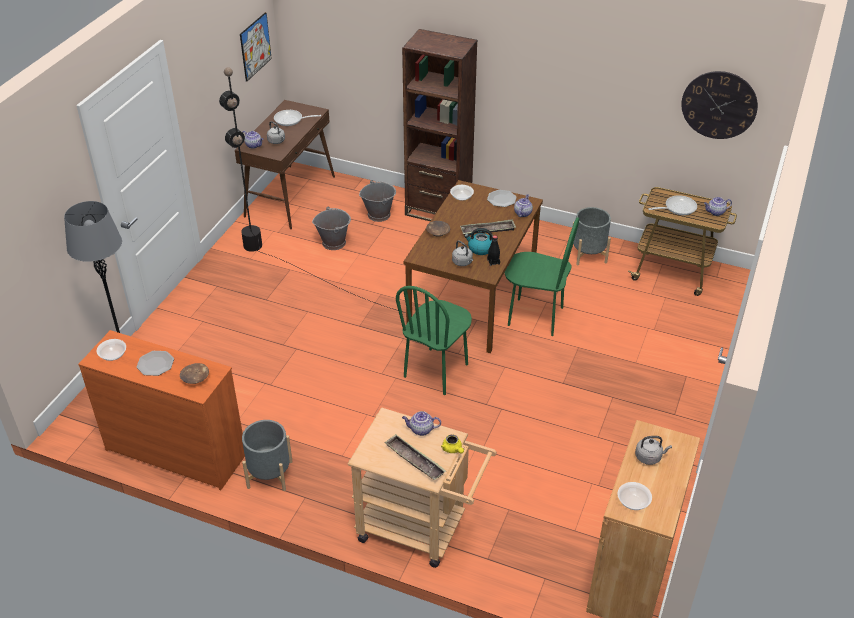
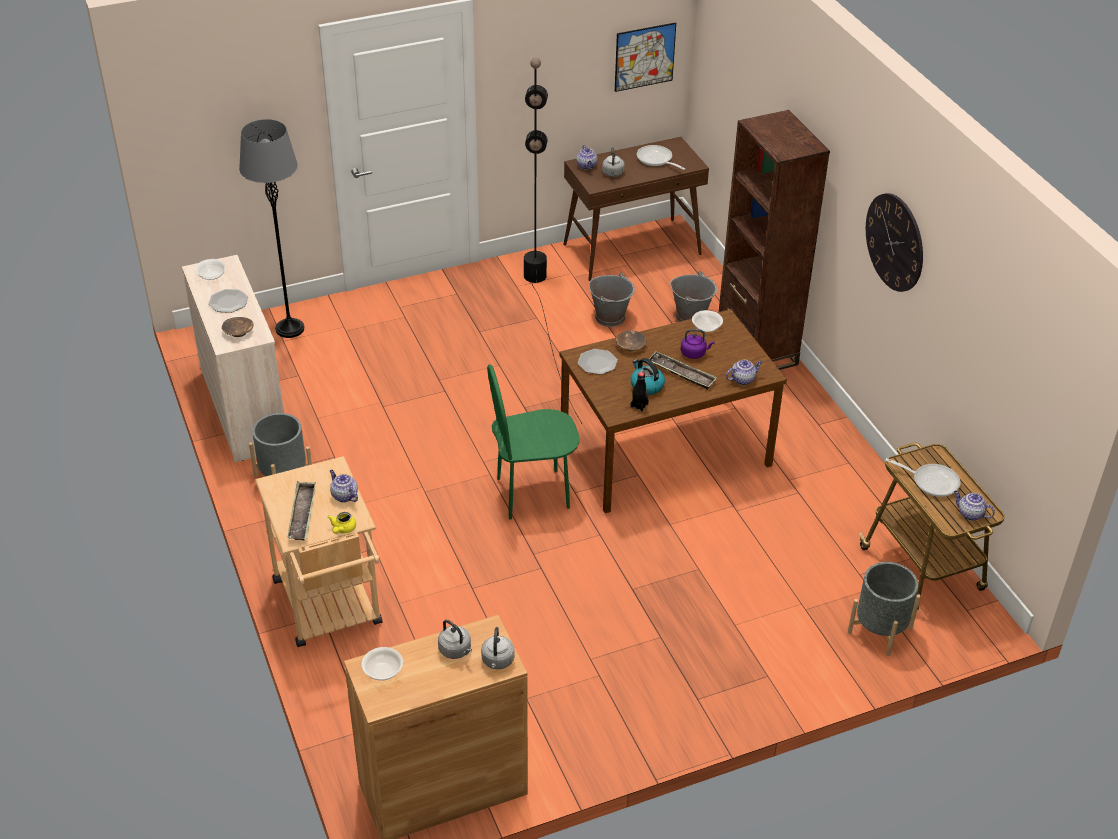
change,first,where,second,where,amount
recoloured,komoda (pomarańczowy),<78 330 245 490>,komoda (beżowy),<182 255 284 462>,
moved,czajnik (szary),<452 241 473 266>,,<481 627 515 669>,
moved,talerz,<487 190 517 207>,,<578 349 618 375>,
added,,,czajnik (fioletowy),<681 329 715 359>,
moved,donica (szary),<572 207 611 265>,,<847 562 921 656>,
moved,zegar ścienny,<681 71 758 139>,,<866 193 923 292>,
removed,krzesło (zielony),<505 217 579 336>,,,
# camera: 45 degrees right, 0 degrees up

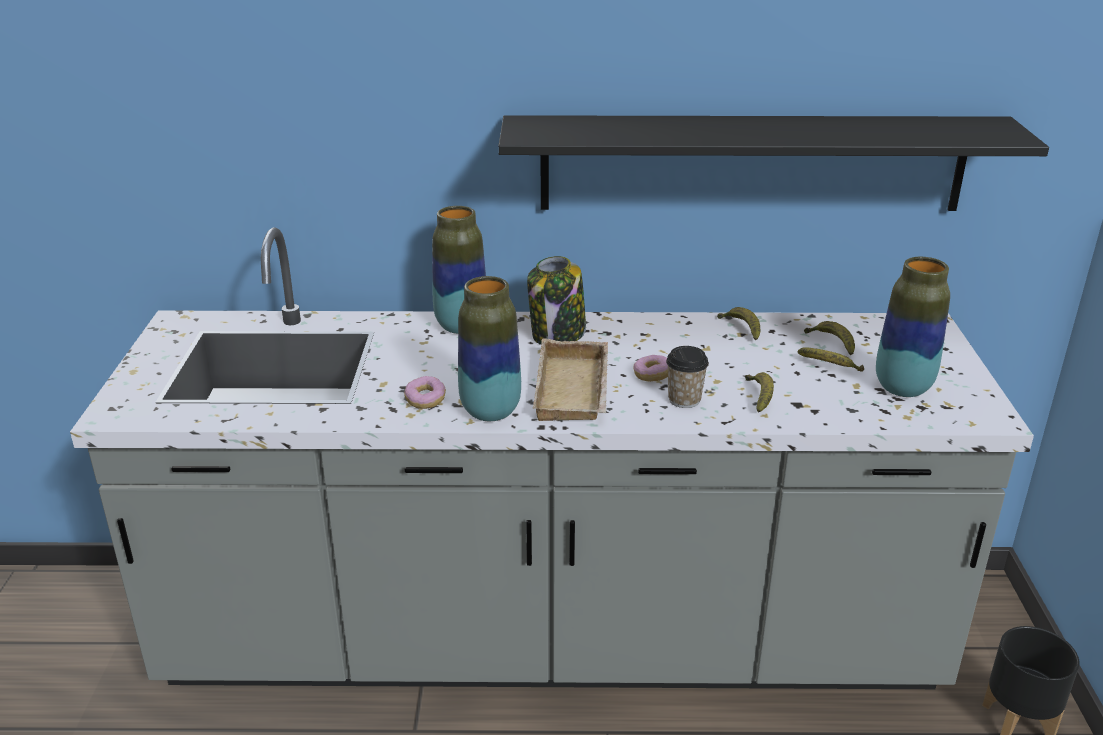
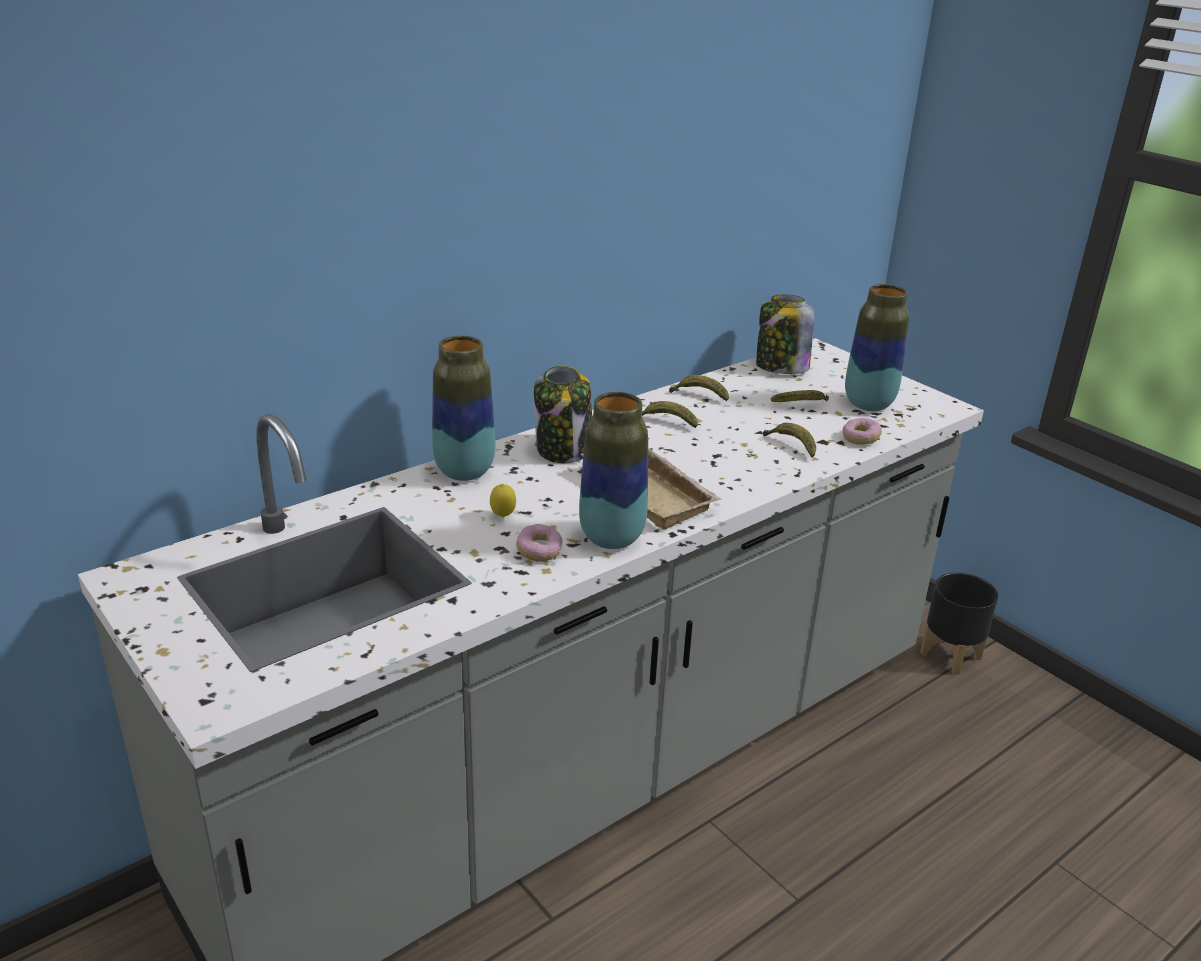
change,first,where,second,where,amount
added,,,cytryna,<490 484 516 517>,
moved,banan,<804 321 855 356>,,<642 401 698 428>,
added,,,słoik,<756 295 814 374>,
moved,donut,<633 355 668 382>,,<843 418 882 445>,
removed,półka (czarny),<498 115 1049 211>,,,
removed,filiżanka,<666 346 709 408>,,,
# camera: 40 degrees left, 0 degrees up

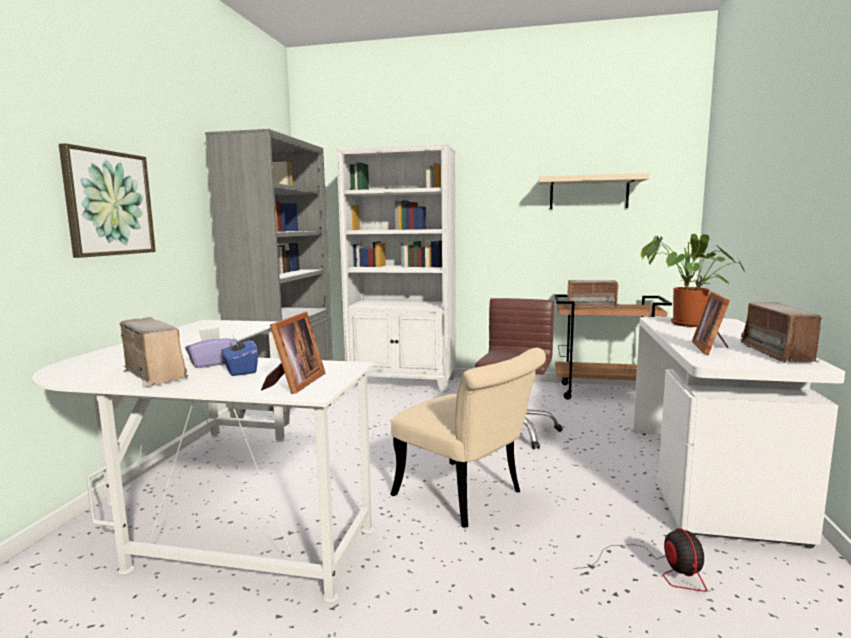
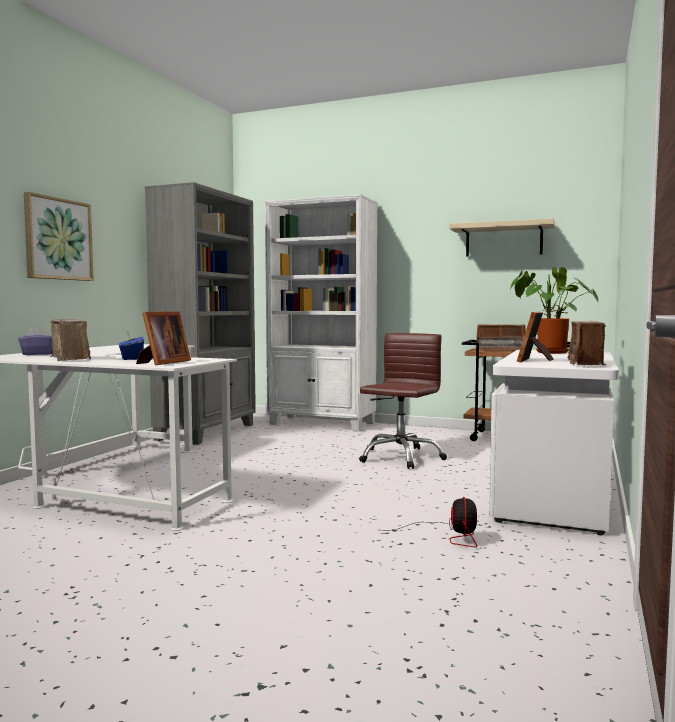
change,first,where,second,where,amount
moved,pudełko chusteczek (fioletowy),<185 328 237 368>,,<18 328 53 355>,
removed,krzesło (beżowy),<390 348 546 528>,,,
# camera: 10 degrees right, 5 degrees down

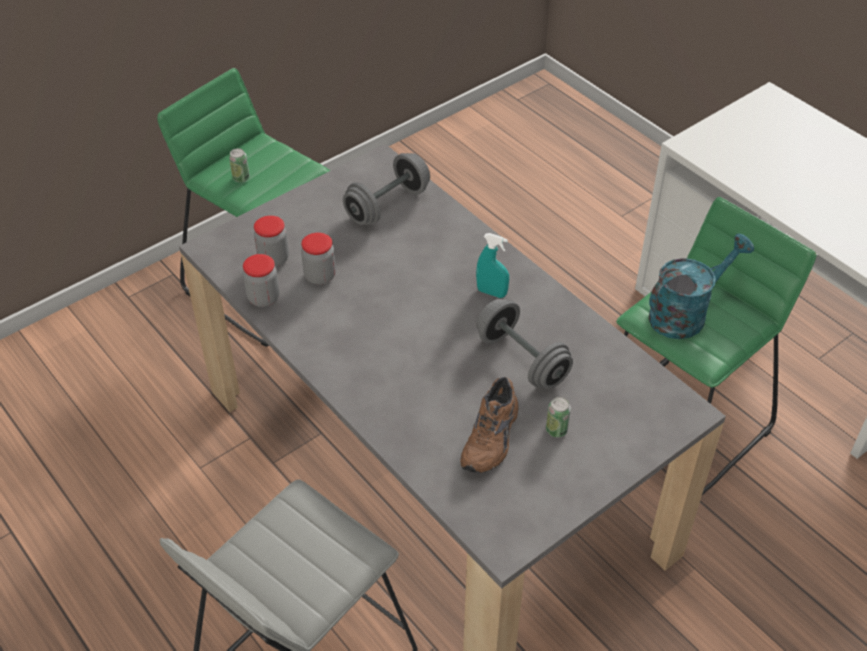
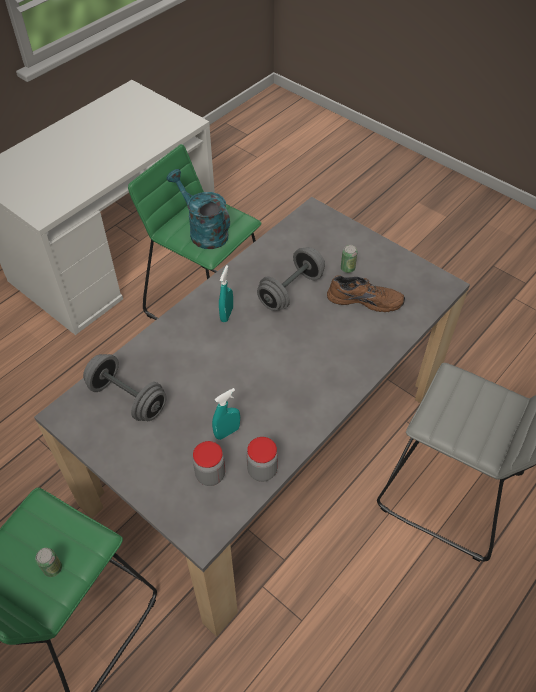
change,first,where,second,where,amount
replaced,słoik,<301 232 336 285>,spryskiwacz (turkusowy),<212 388 240 440>,
# camera: 100 degrees left, 5 degrees up

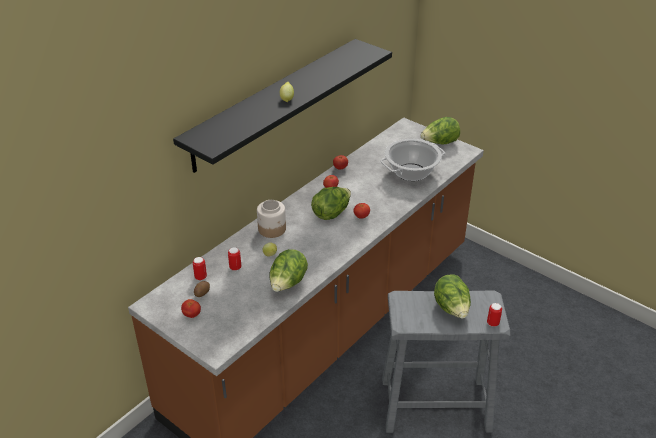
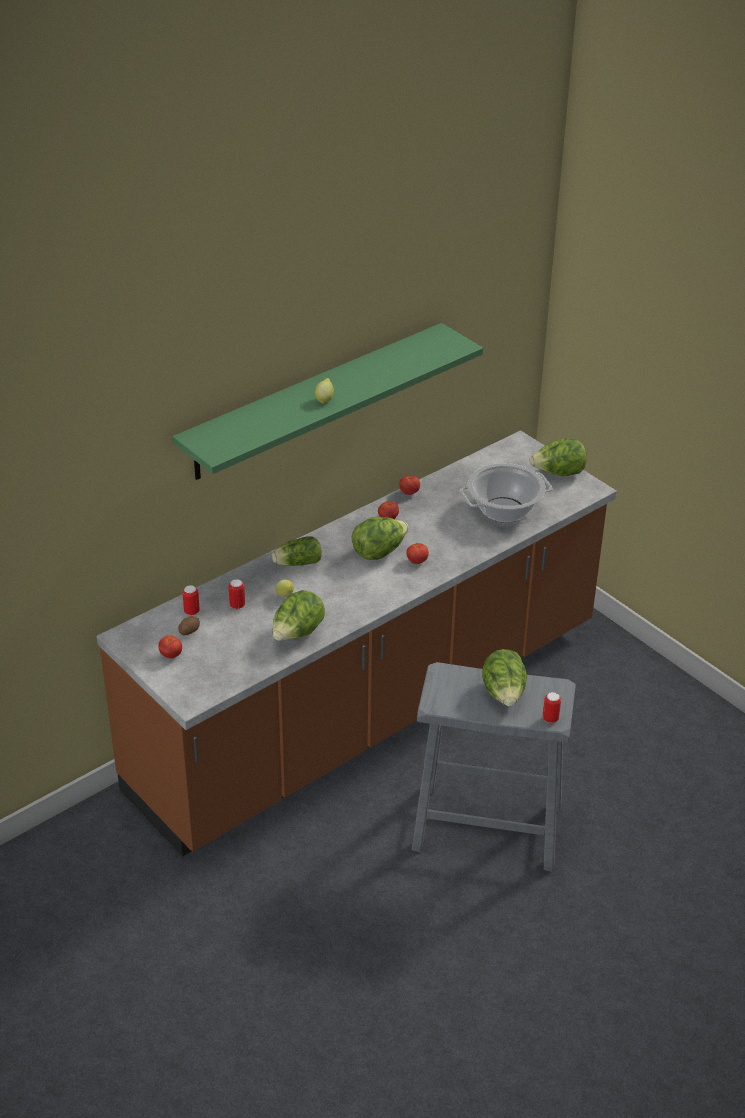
change,first,where,second,where,amount
recoloured,półka (czarny),<173 39 392 173>,półka (zielony),<172 323 483 480>,
replaced,słoik,<257 200 286 238>,sałata,<272 536 322 566>,
# camera: 10 degrees right, 0 degrees up

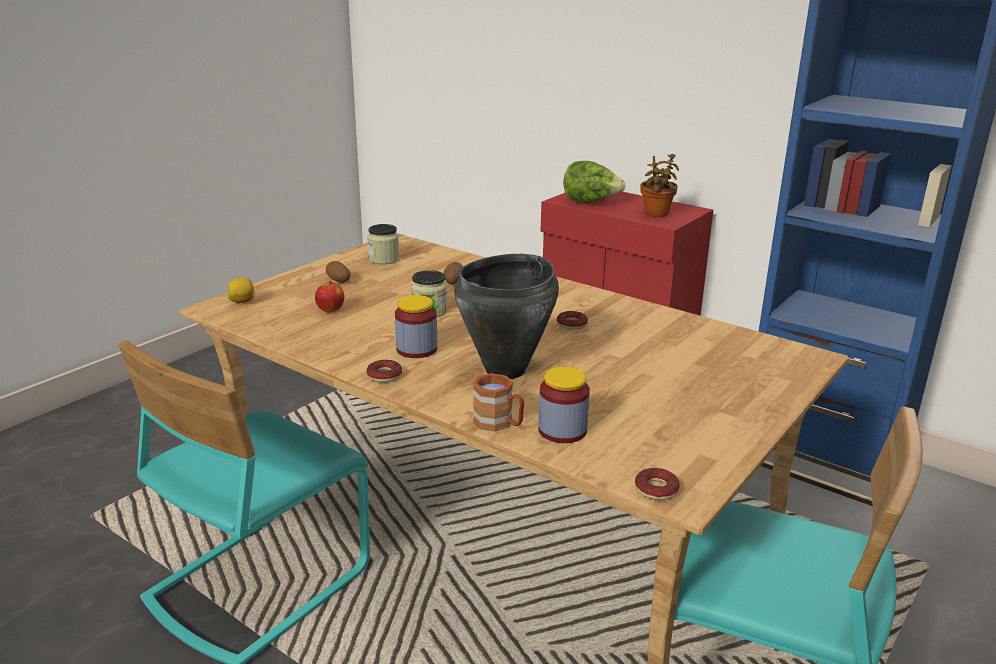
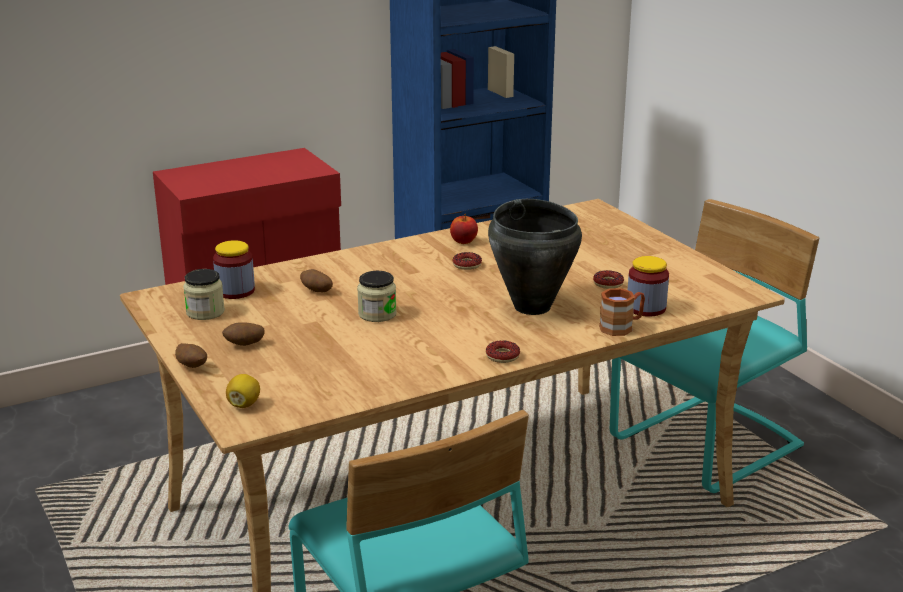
change,first,where,second,where,amount
added,,,ziemniak,<175 343 207 368>,
moved,słoik,<395 295 437 358>,,<213 240 255 299>,
moved,jabłko,<315 281 344 313>,,<450 214 478 244>,
moved,donut,<635 468 680 500>,,<593 270 624 289>,
removed,sałata,<564 161 626 203>,,,
removed,roślina doniczkowa,<640 154 679 217>,,,
# camera: 65 degrees left, 0 degrees up

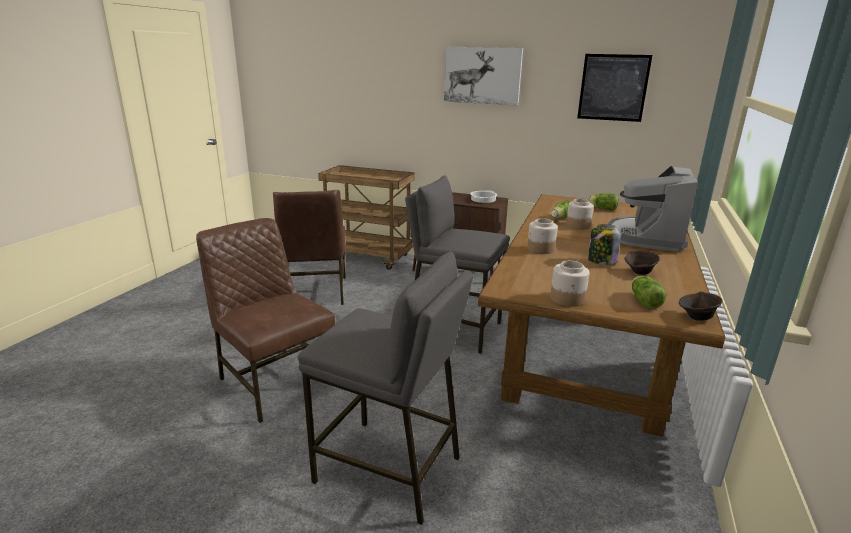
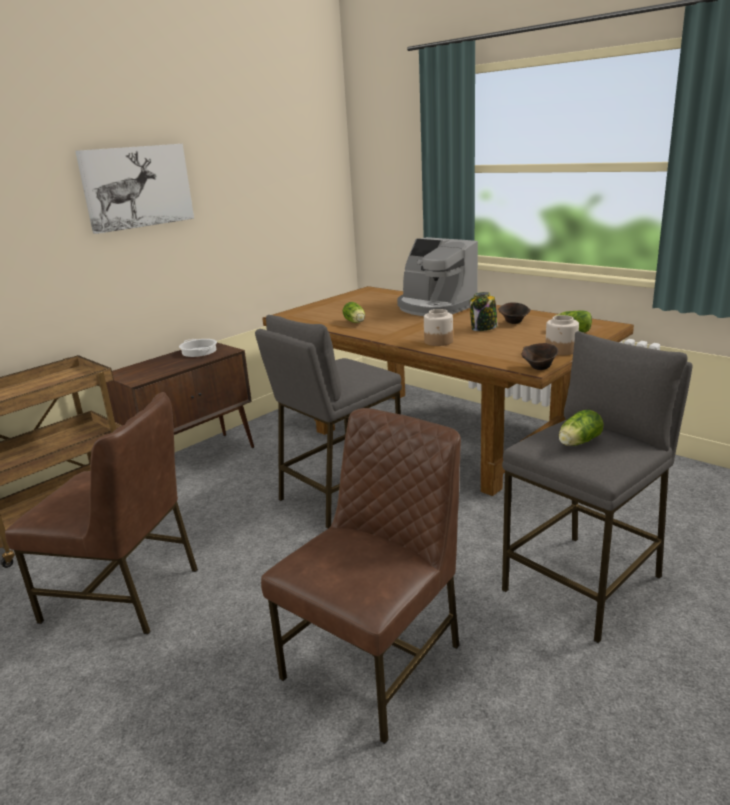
change,first,where,second,where,amount
turned,krzesło (brązowy),<196 218 335 423>,,<261 408 461 744>,150 degrees clockwise
moved,miska (brązowy),<679 292 723 321>,,<521 343 558 370>,
moved,sałata,<588 193 619 210>,,<559 410 604 446>,
removed,słoik,<566 199 594 230>,,,
removed,obraz,<577 54 652 122>,,,
# camera: 65 degrees left, 0 degrees up

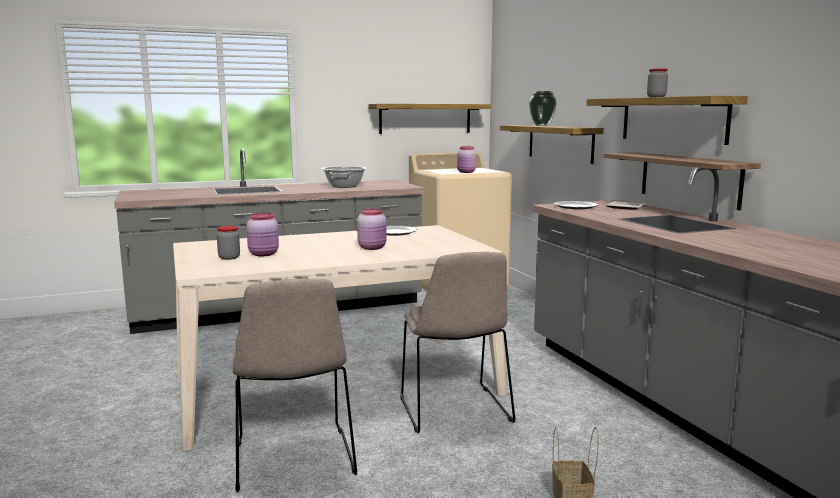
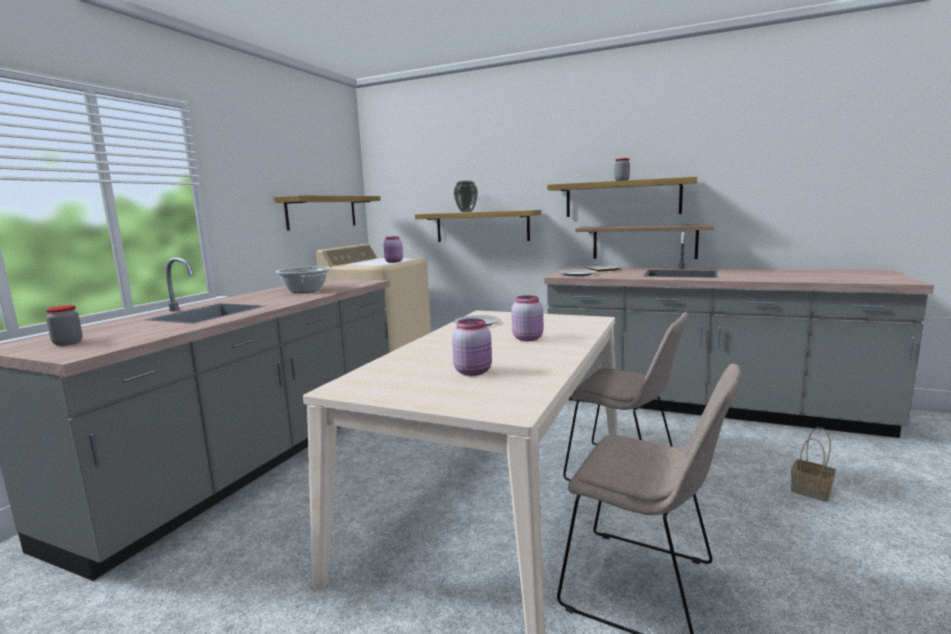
change,first,where,second,where,amount
moved,słoik,<217 226 240 260>,,<45 305 83 346>,
# camera: 45 degrees left, 0 degrees up

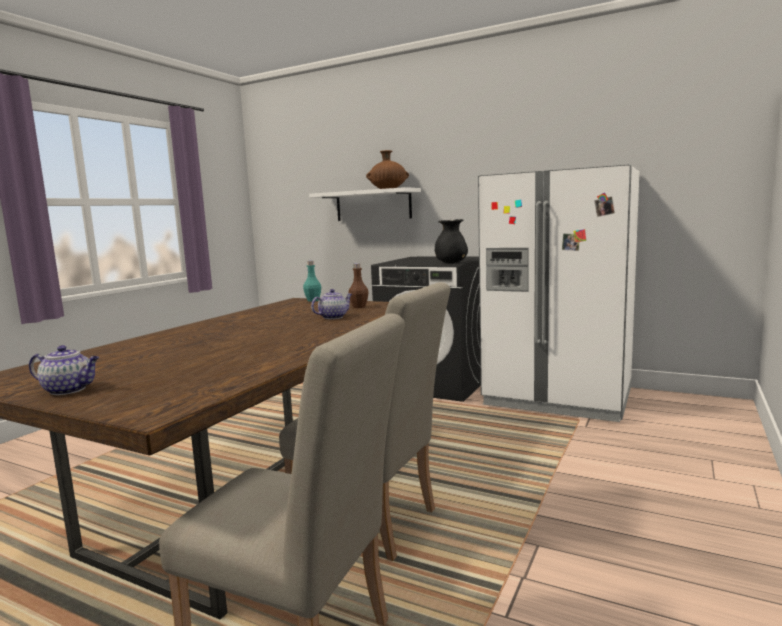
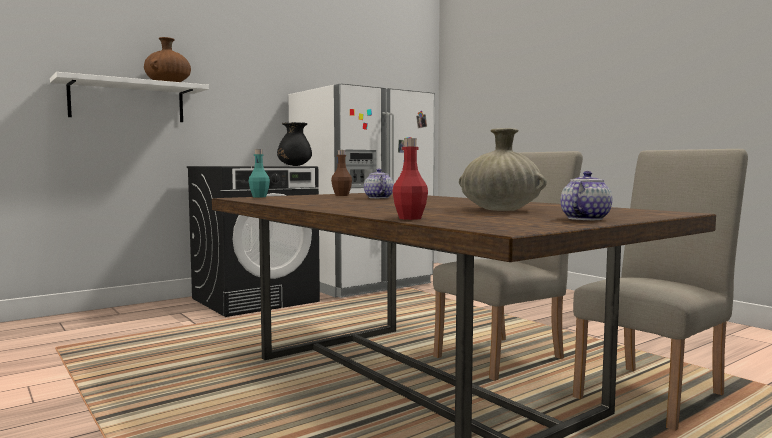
change,first,where,second,where,amount
added,,,butelka (czerwony),<392 138 428 220>,
added,,,wazon (beżowy),<459 128 547 211>,
# camera: 65 degrees left, 5 degrees down

